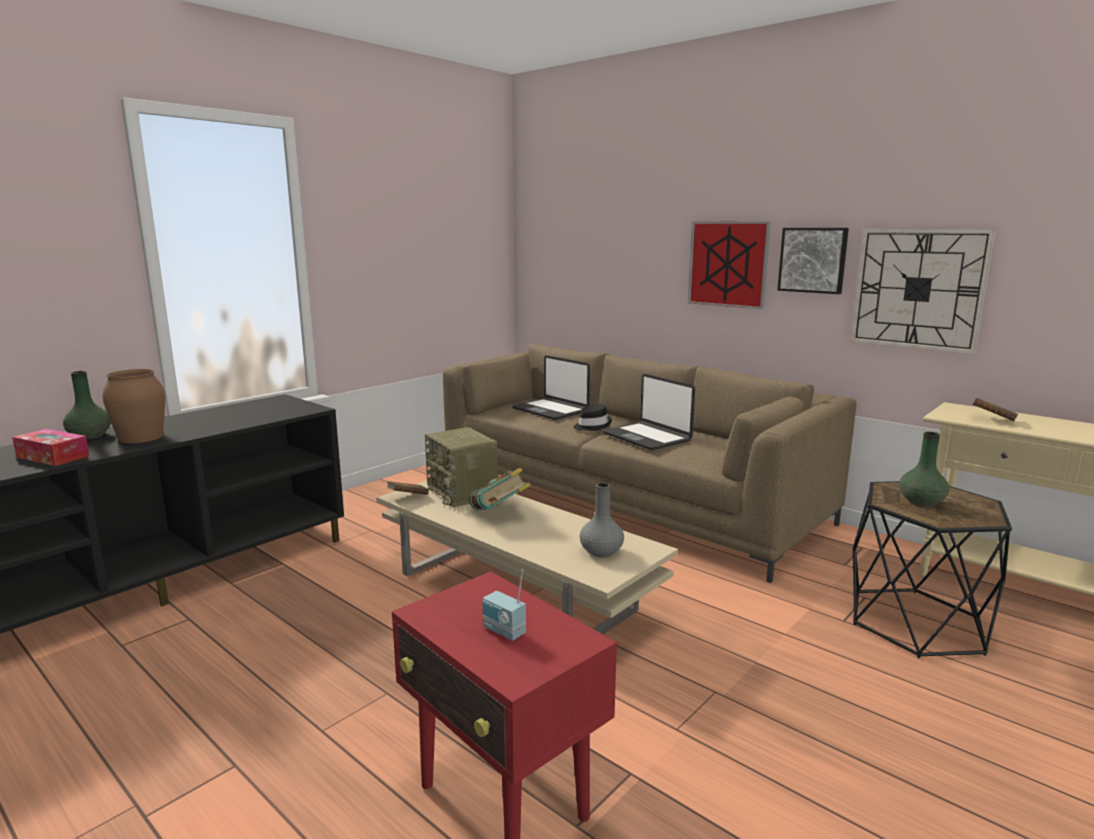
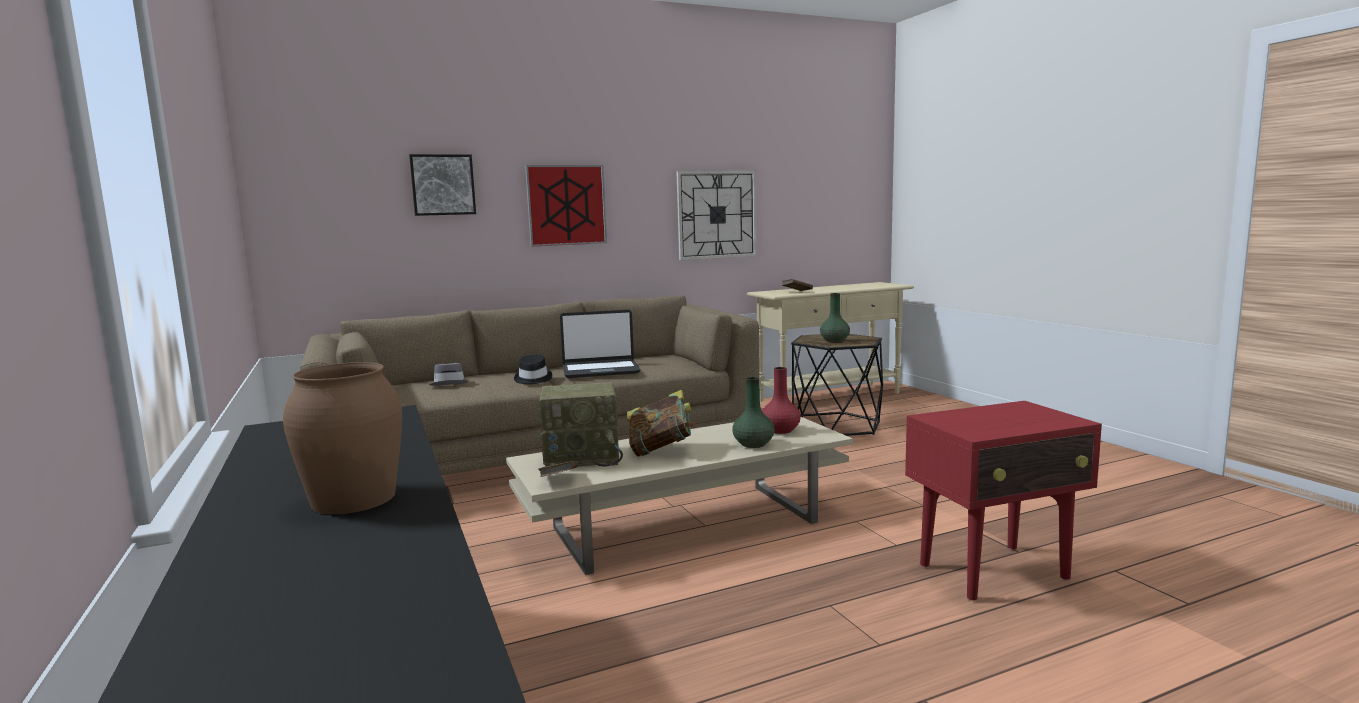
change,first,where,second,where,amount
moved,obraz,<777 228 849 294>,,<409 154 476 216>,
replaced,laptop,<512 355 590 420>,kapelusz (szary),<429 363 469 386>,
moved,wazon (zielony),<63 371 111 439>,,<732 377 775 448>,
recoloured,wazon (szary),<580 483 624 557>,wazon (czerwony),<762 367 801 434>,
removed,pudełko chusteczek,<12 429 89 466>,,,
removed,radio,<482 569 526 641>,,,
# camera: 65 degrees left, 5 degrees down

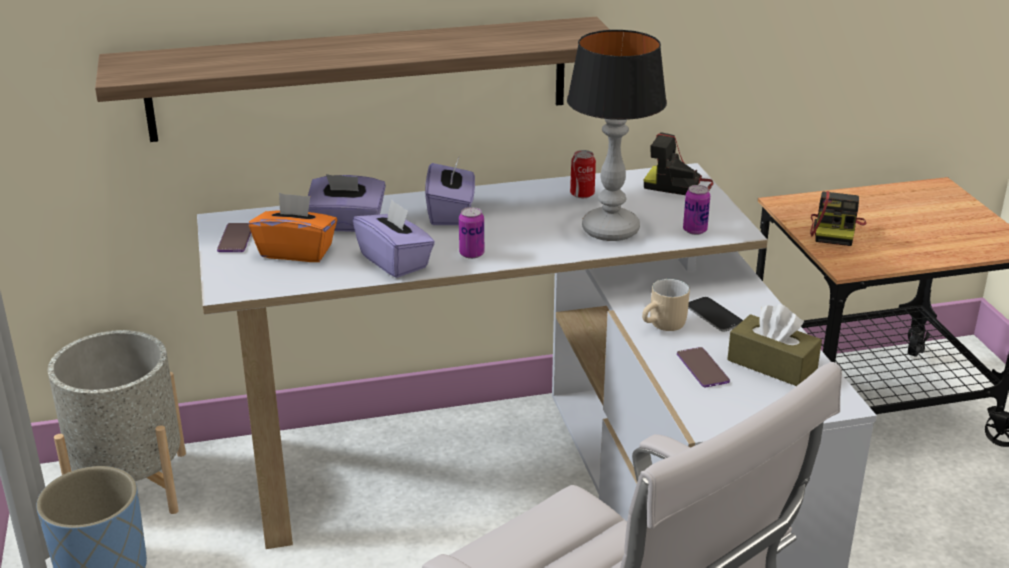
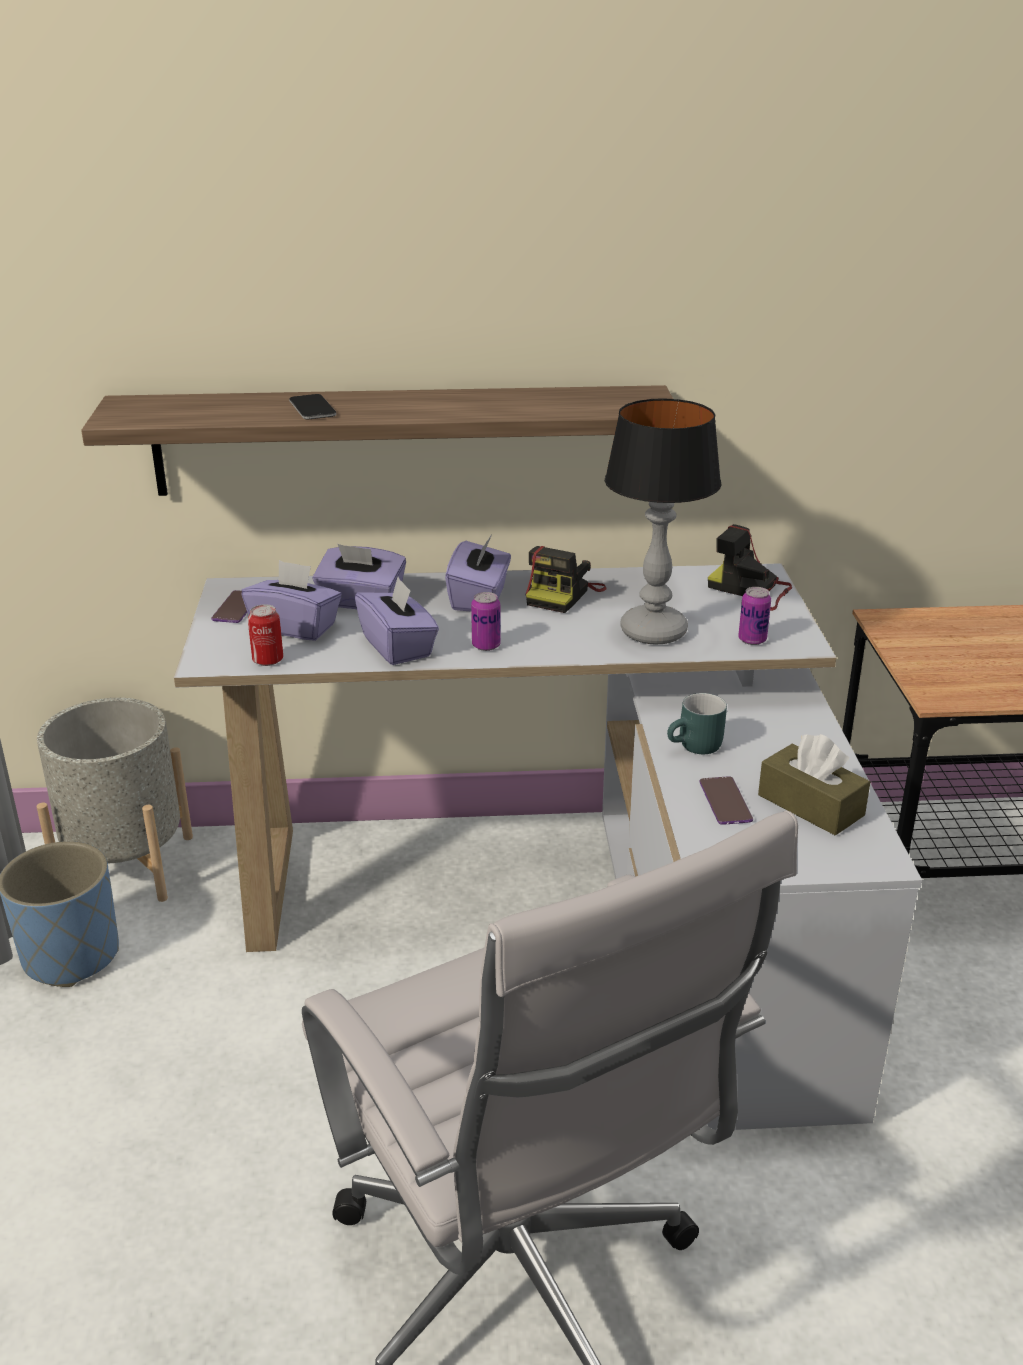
change,first,where,second,where,amount
recoloured,pudełko chusteczek (pomarańczowy),<249 193 337 262>,pudełko chusteczek (fioletowy),<241 560 342 641>,
moved,puszka,<570 150 596 198>,,<248 604 283 666>,
moved,telefon,<688 297 743 332>,,<289 394 337 420>,
moved,aparat fotograficzny,<810 191 866 246>,,<526 546 607 613>,
recoloured,kubek (beżowy),<642 279 690 331>,kubek (turkusowy),<667 693 727 754>,
# camera: 10 degrees right, 0 degrees up

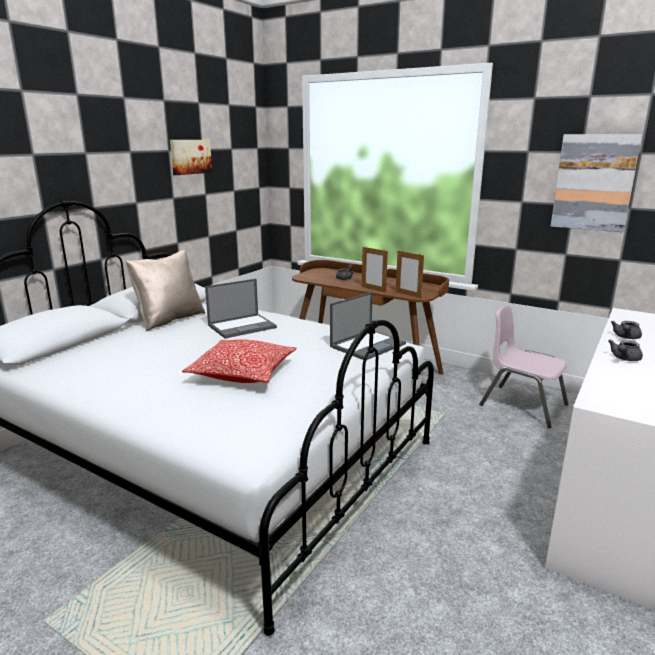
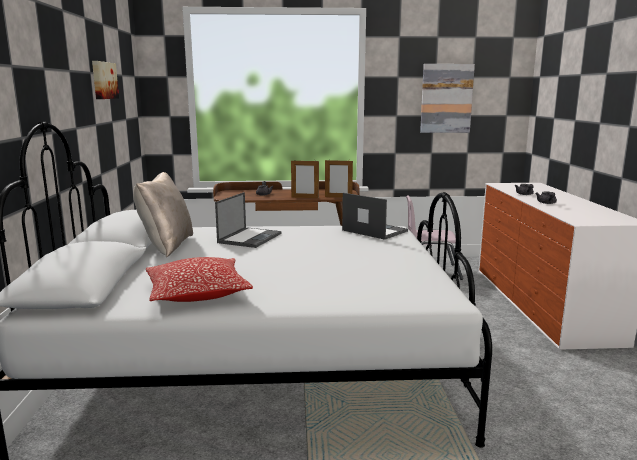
change,first,where,second,where,amount
moved,poduszka,<182 339 296 383>,,<146 257 253 302>,
turned,laptop,<330 292 406 360>,,<342 193 408 240>,60 degrees counterclockwise
# camera: 35 degrees left, 5 degrees down

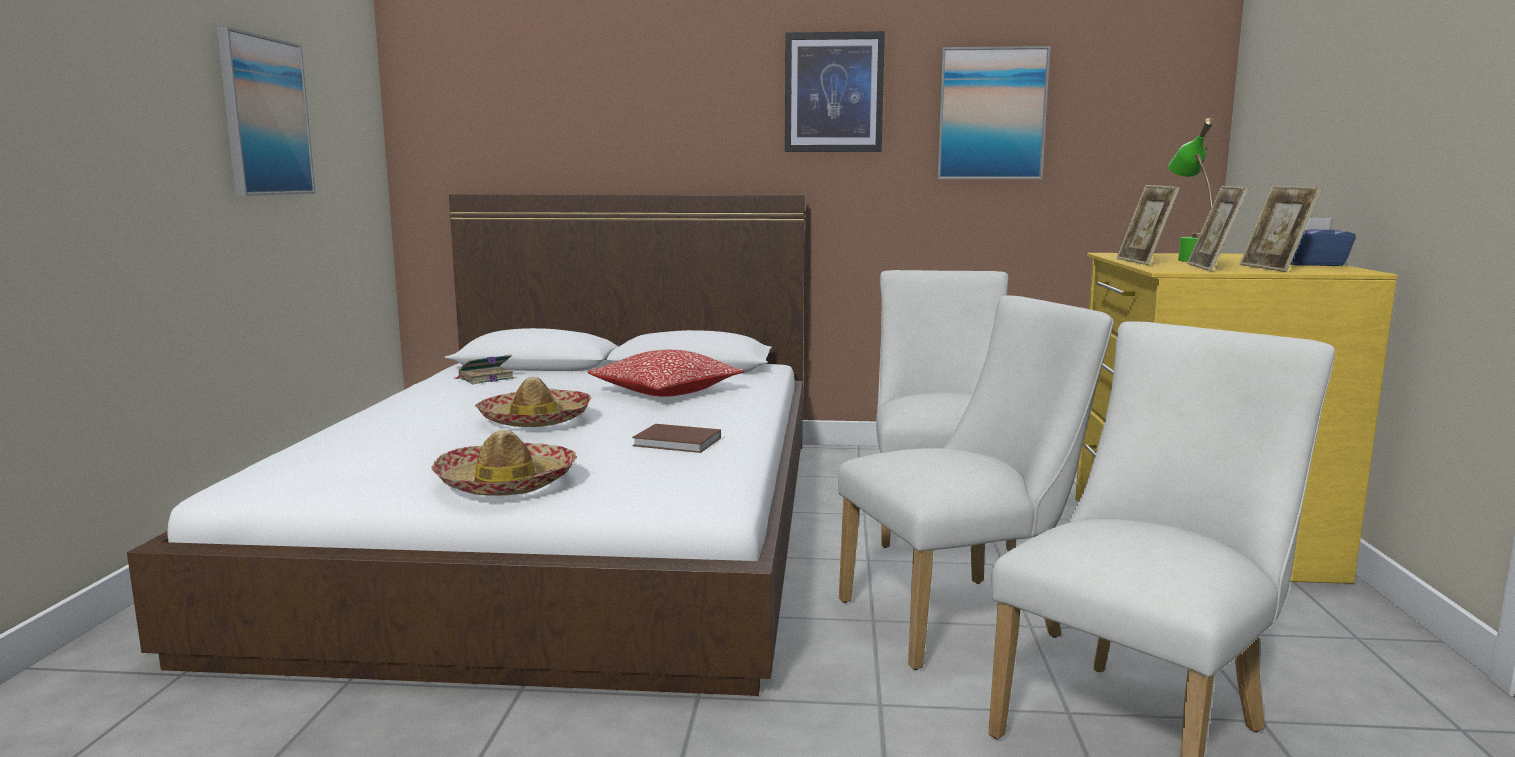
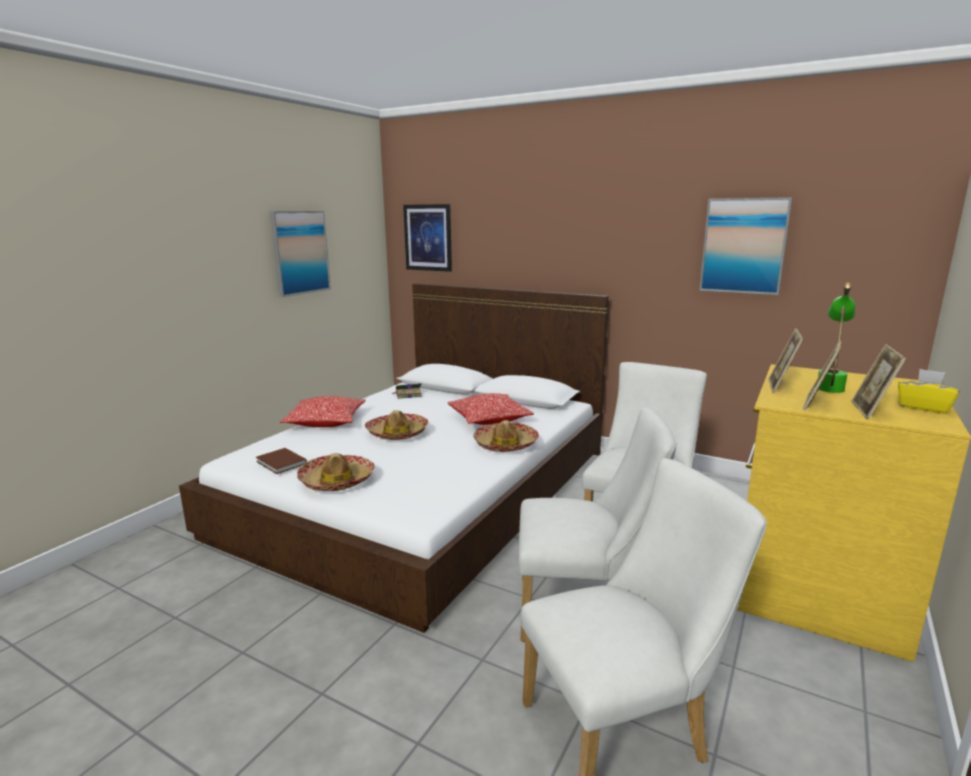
change,first,where,second,where,amount
moved,książka (brązowy),<632 424 721 453>,,<256 448 307 474>,
added,,,poduszka,<280 396 366 427>,
moved,obraz,<785 31 885 152>,,<403 204 452 272>,
added,,,kapelusz,<473 420 539 452>,
recoloured,pudełko chusteczek (niebieski),<1291 217 1356 266>,pudełko chusteczek (żółty),<898 369 960 414>,
# camera: 25 degrees right, 5 degrees up

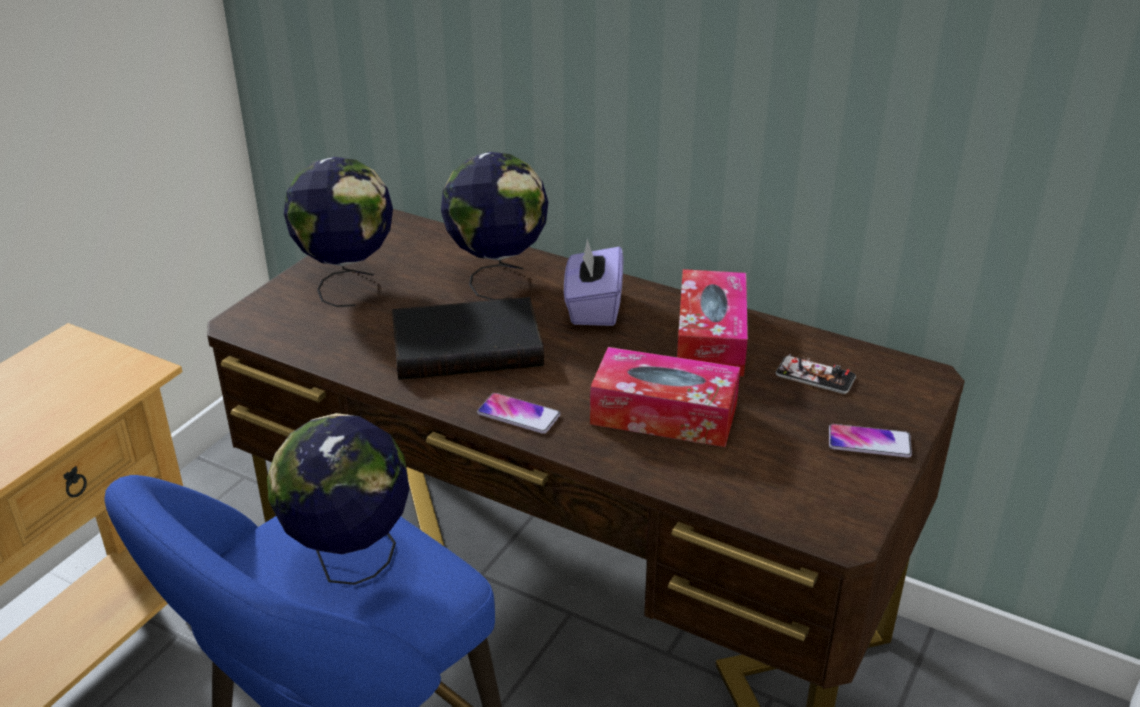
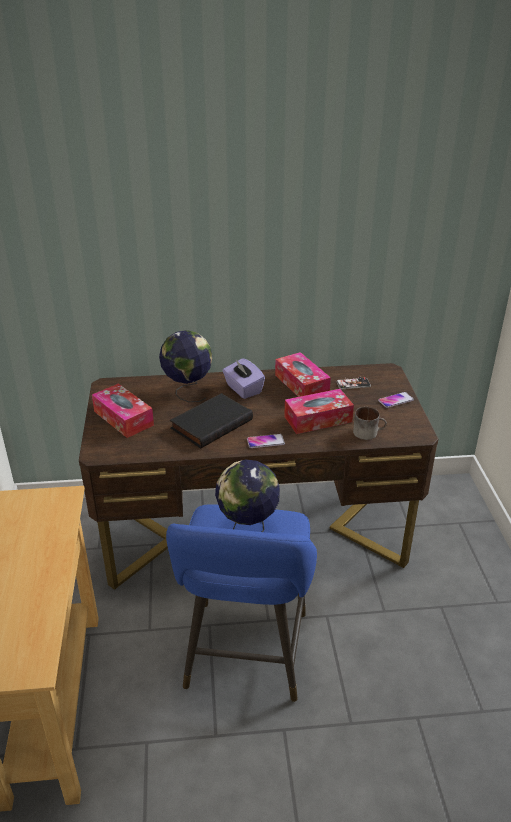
change,first,where,second,where,amount
replaced,globus,<284 157 393 307>,pudełko chusteczek,<92 383 154 438>,
added,,,kubek,<353 407 387 440>,
# camera: 35 degrees left, 0 degrees up

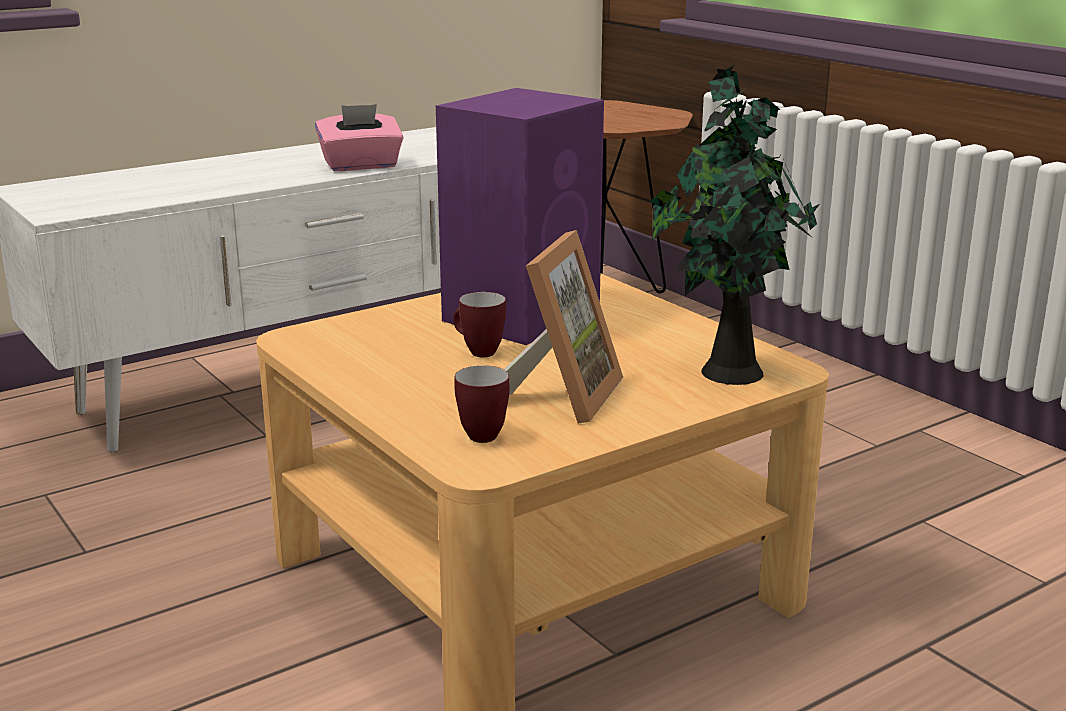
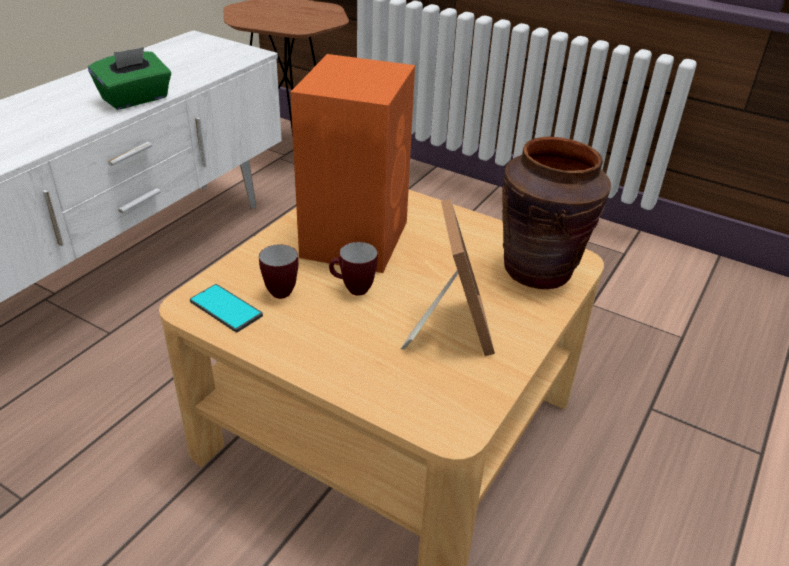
change,first,where,second,where,amount
recoloured,pudełko chusteczek (różowy),<315 104 404 171>,pudełko chusteczek (zielony),<88 47 171 110>,
added,,,telefon,<190 284 263 332>,
moved,kubek,<454 365 510 443>,,<259 244 298 299>,
recoloured,głośnik (fioletowy),<436 88 604 345>,głośnik (pomarańczowy),<290 54 415 273>,
replaced,roślina doniczkowa,<650 65 820 385>,wazon (brązowy),<502 136 611 289>,
# camera: 25 degrees left, 15 degrees up

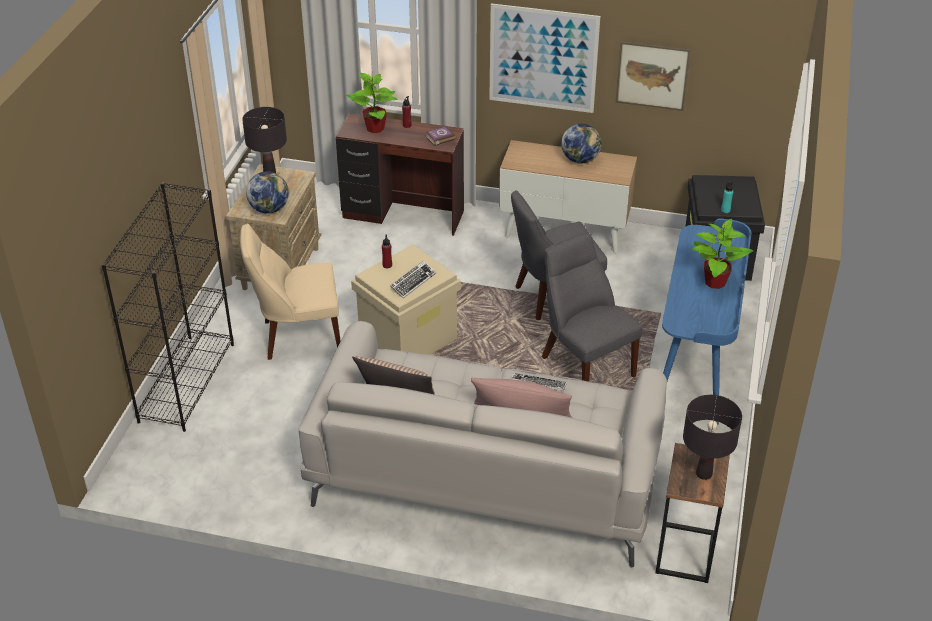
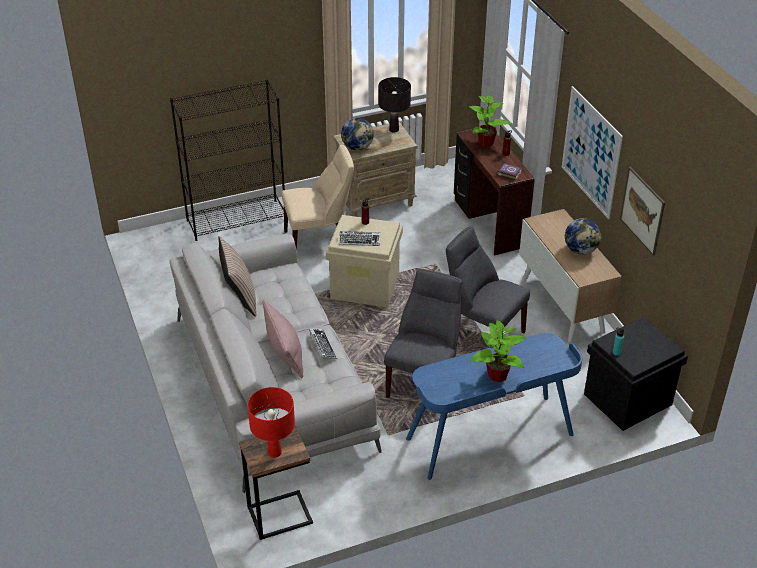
change,first,where,second,where,amount
recoloured,lampa stołowa (czarny),<683 395 742 480>,lampa stołowa (czerwony),<248 387 295 458>,
turned,krzesło (beżowy),<240 224 341 360>,,<282 145 354 251>,120 degrees clockwise
# camera: 55 degrees right, 0 degrees up

